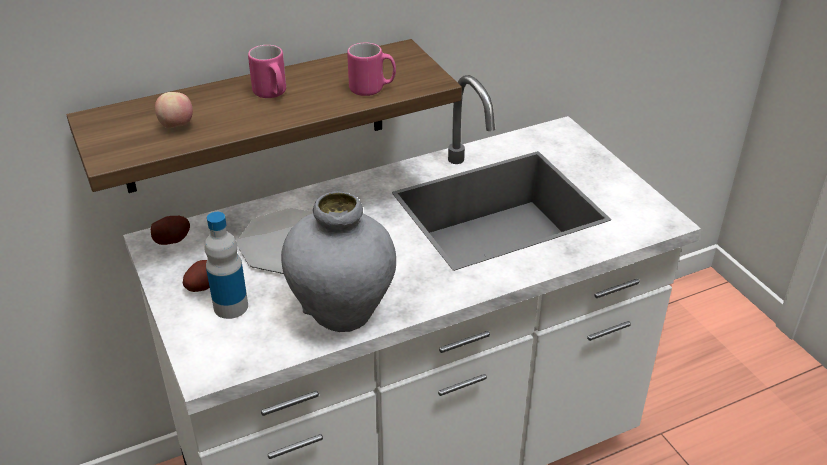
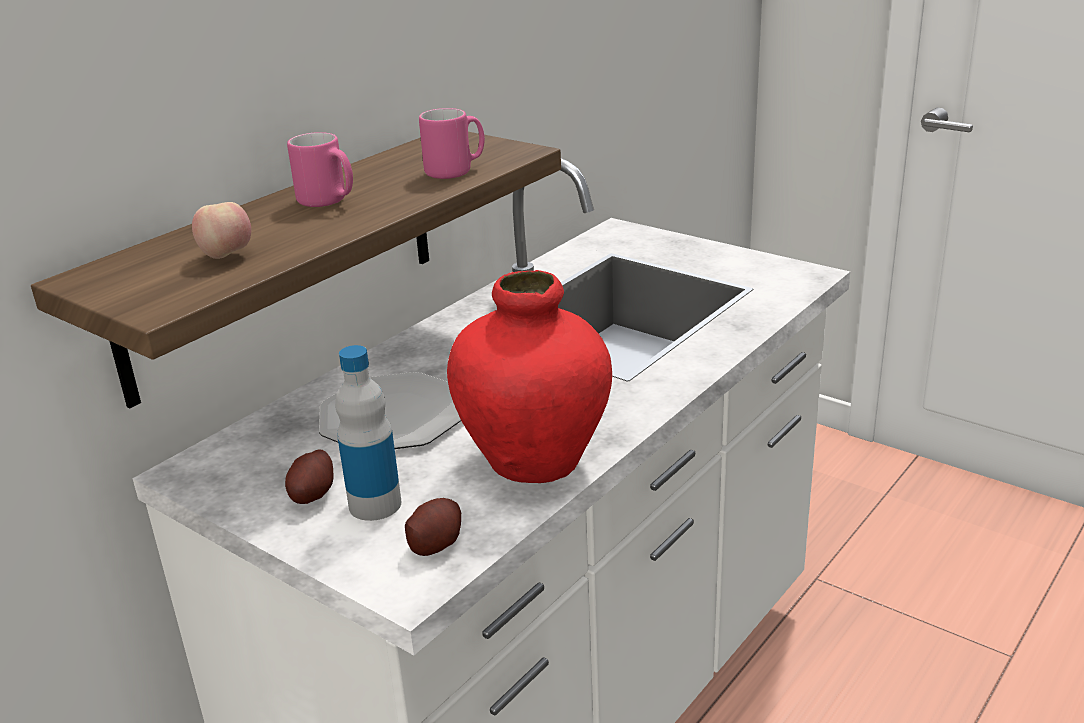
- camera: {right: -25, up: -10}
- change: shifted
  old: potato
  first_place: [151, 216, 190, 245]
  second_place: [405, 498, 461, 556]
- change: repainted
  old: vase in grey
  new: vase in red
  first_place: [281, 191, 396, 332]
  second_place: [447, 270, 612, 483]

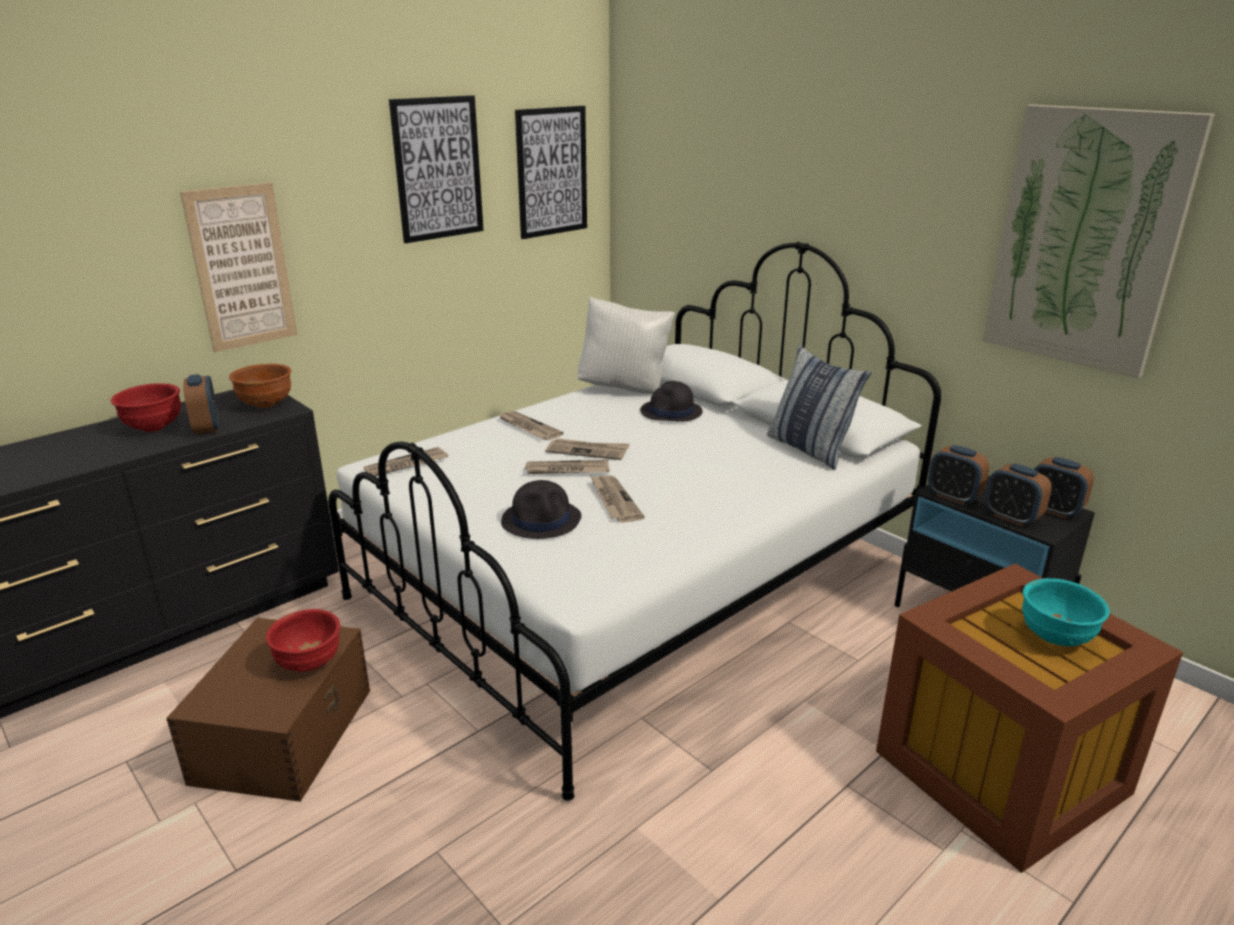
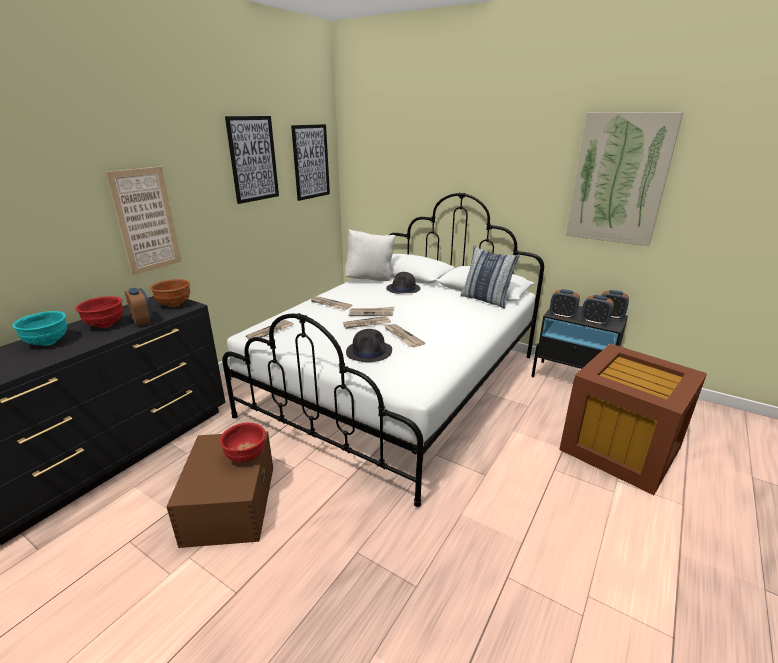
- camera: {right: -15, up: 0}
- change: shifted
  old: bowl in turquoise
  first_place: [1022, 578, 1110, 646]
  second_place: [13, 311, 67, 346]

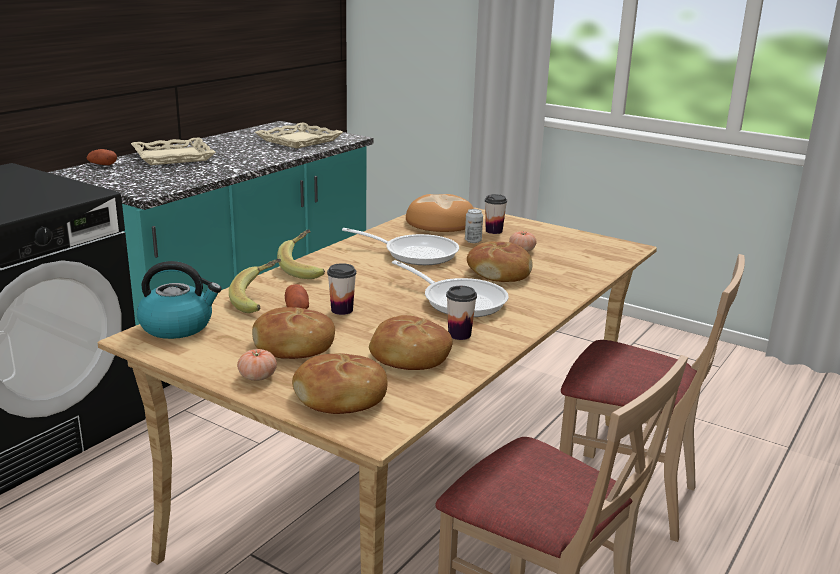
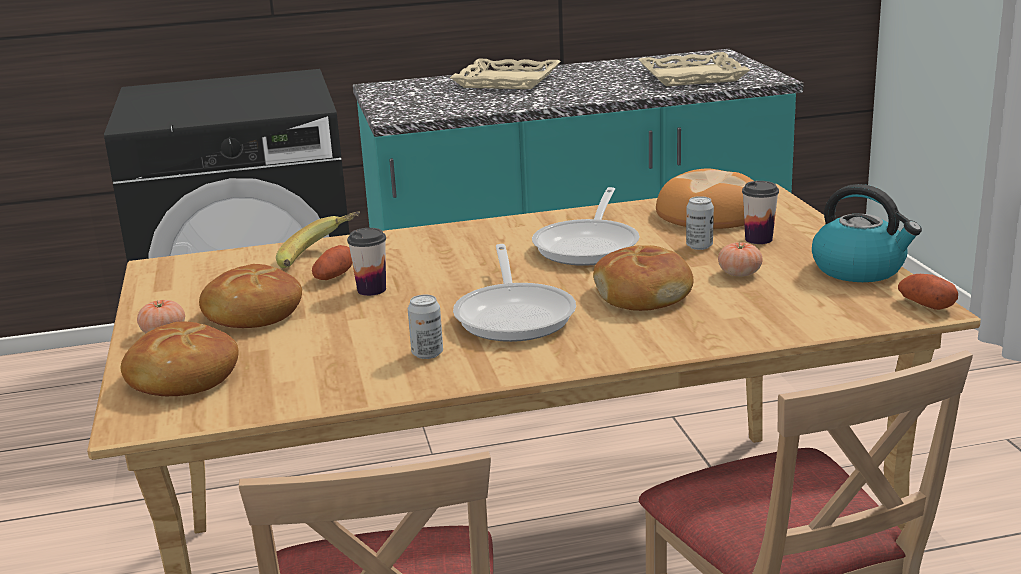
- camera: {right: 45, up: 0}
- change: gone
  old: banana
  first_place: [277, 229, 325, 279]
- change: gone
  old: bread
  first_place: [369, 315, 453, 370]
- change: shifted
  old: potato
  first_place: [87, 149, 117, 165]
  second_place: [898, 274, 958, 310]
- change: shifted
  old: kettle
  first_place: [137, 261, 222, 339]
  second_place: [812, 184, 922, 282]
- change: swapped
  old: cup
  new: can
  first_place: [446, 286, 477, 340]
  second_place: [408, 295, 443, 359]
- change: rotated
  old: frying pan
  first_place: [342, 228, 459, 265]
  second_place: [532, 187, 639, 266]
  degrees: 45

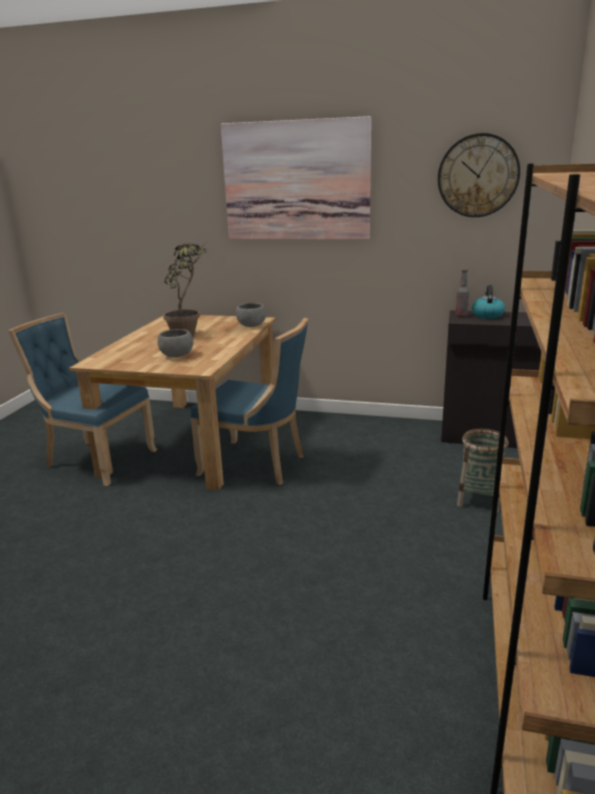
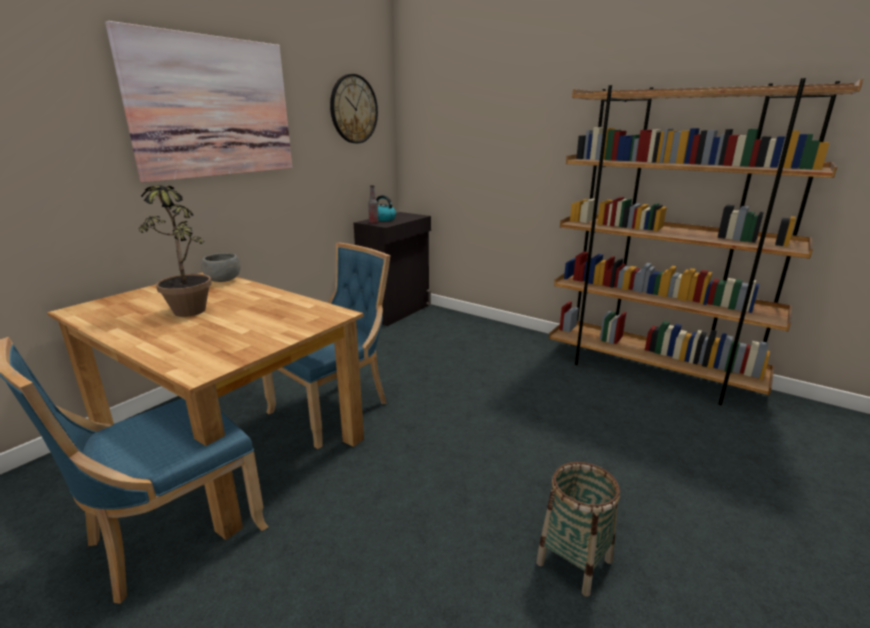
- camera: {right: -70, up: 0}
- change: gone
  old: bowl in grey
  first_place: [157, 329, 193, 357]
- change: shifted
  old: basket
  first_place: [457, 429, 508, 513]
  second_place: [536, 462, 620, 597]

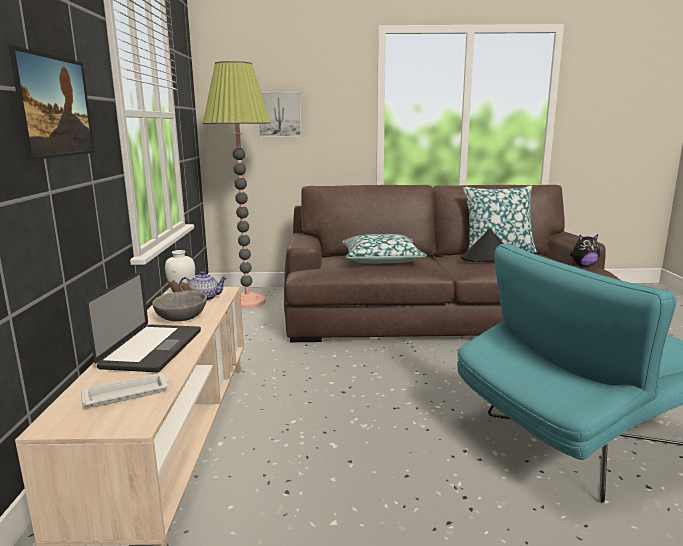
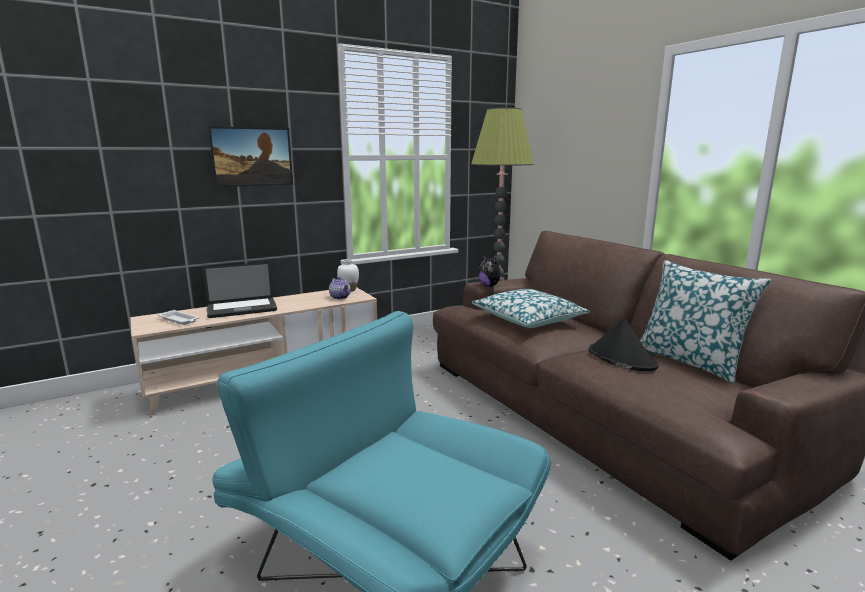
- camera: {right: 60, up: 0}
- change: gone
  old: bowl in grey
  first_place: [152, 290, 207, 321]
- change: gone
  old: picture
  first_place: [258, 92, 302, 137]
- change: shifted
  old: plush toy
  first_place: [570, 234, 600, 267]
  second_place: [478, 255, 505, 287]

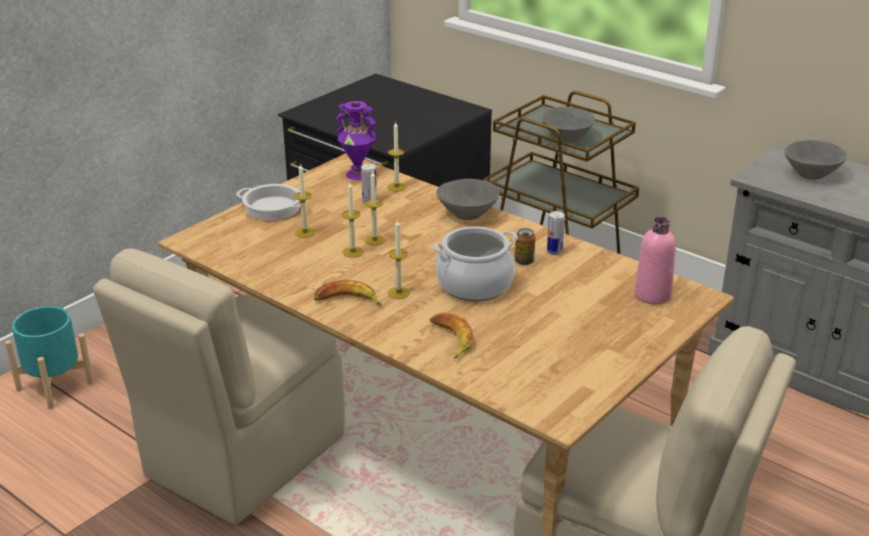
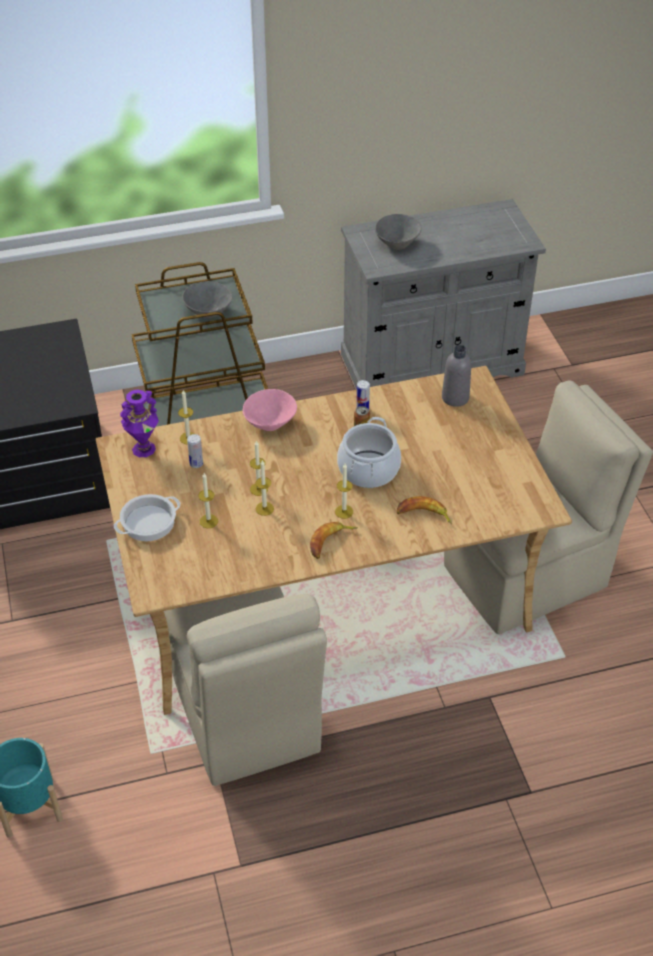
- camera: {right: -55, up: 15}
- change: repainted
  old: bowl in grey
  new: bowl in pink
  first_place: [436, 179, 499, 220]
  second_place: [243, 389, 297, 431]
- change: repainted
  old: bottle in pink
  new: bottle in grey
  first_place: [634, 217, 676, 305]
  second_place: [442, 345, 471, 407]

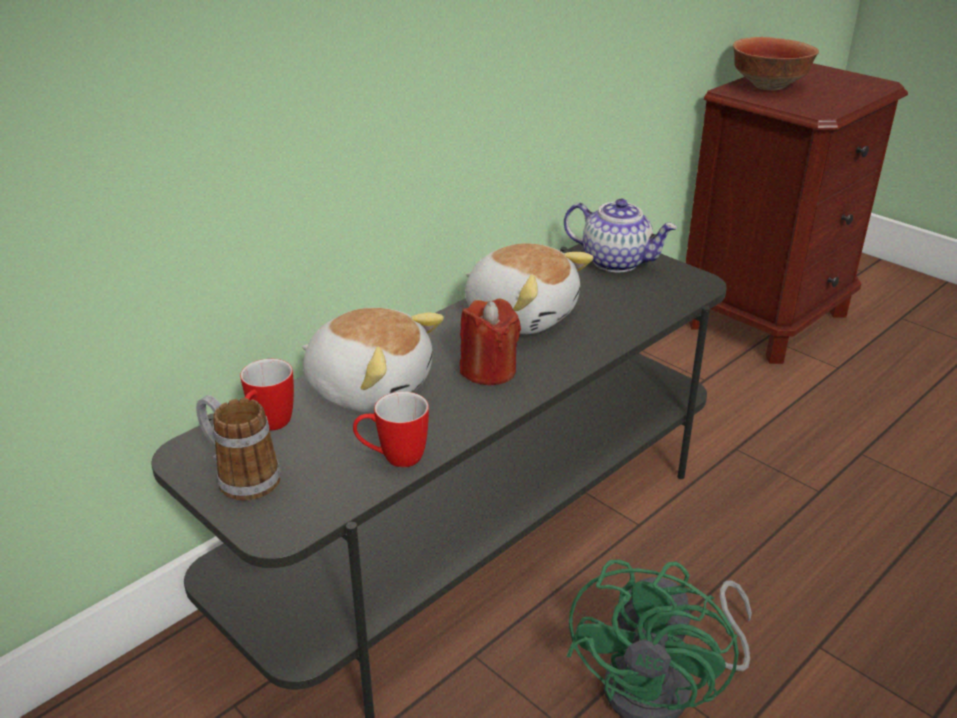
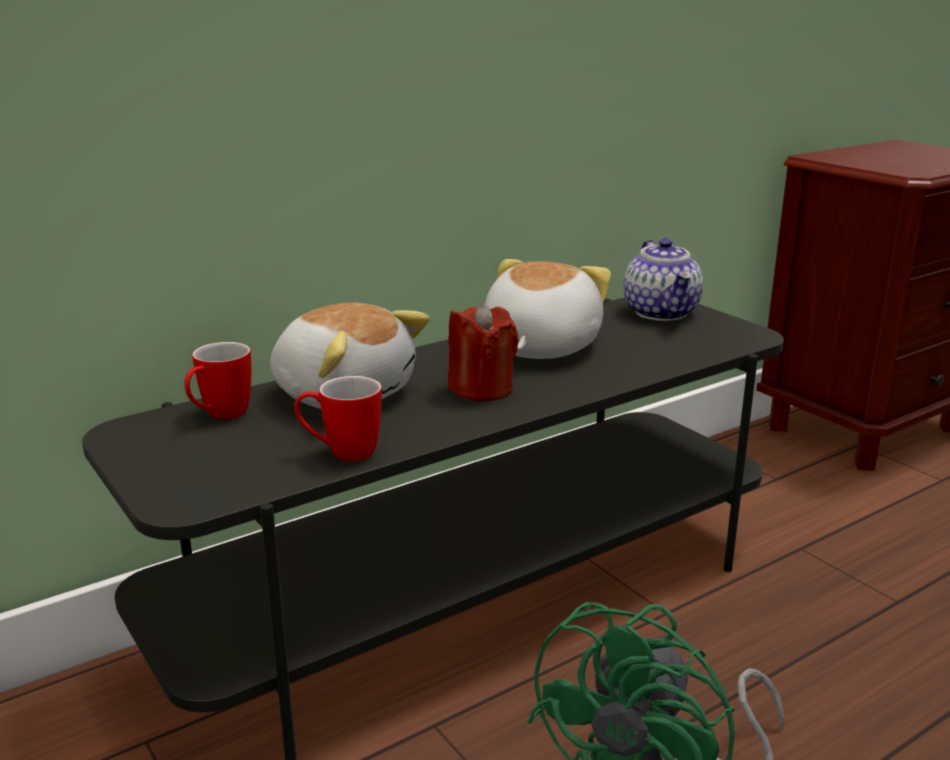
- camera: {right: 10, up: -10}
- change: gone
  old: mug
  first_place: [196, 395, 281, 501]
- change: gone
  old: bowl
  first_place: [733, 37, 819, 91]
- change: rotated
  old: plush toy
  first_place: [465, 243, 593, 334]
  second_place: [485, 259, 611, 359]
  degrees: -120
- change: rotated
  old: teapot
  first_place: [564, 199, 678, 272]
  second_place: [624, 238, 703, 321]
  degrees: 45

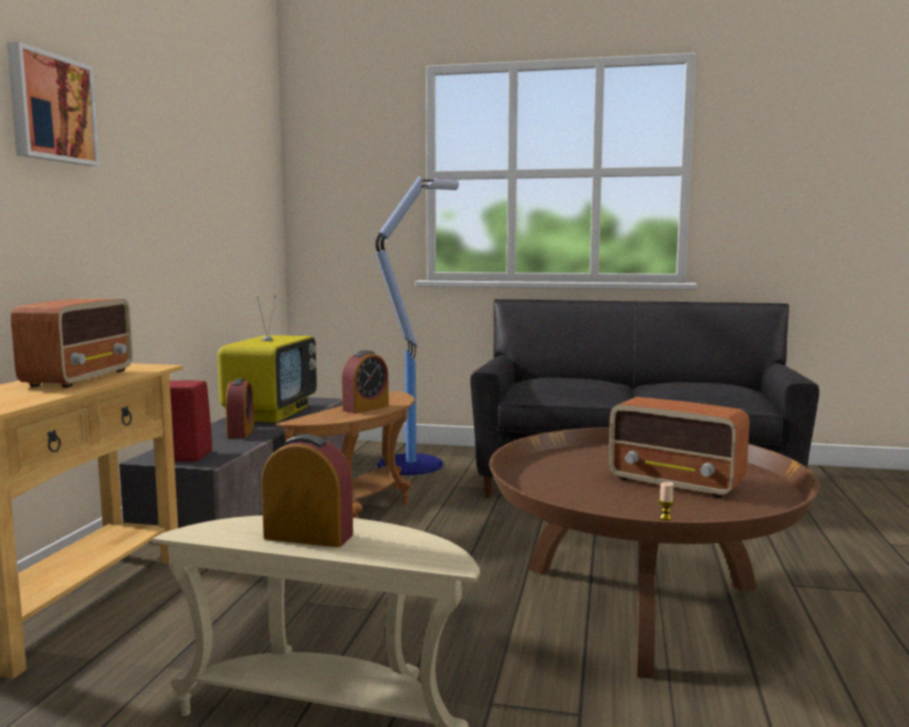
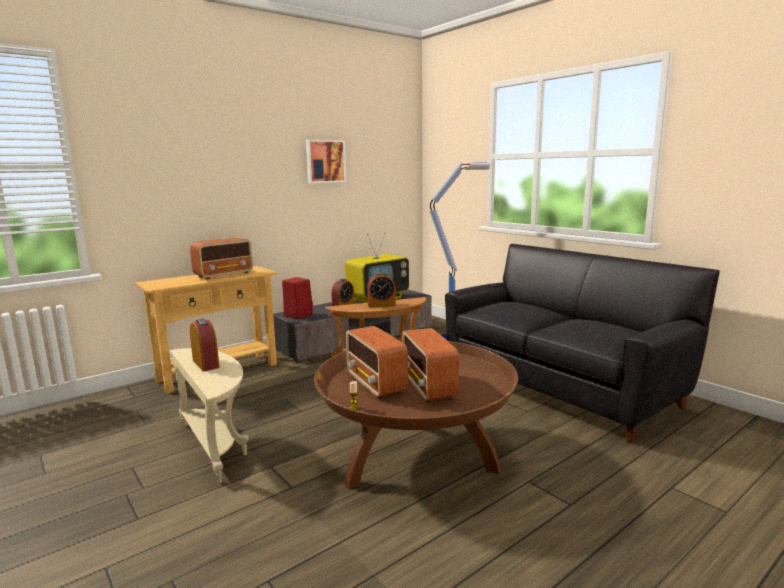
- camera: {right: 40, up: 5}
- change: new
  new: radio
  second_place: [346, 326, 408, 398]
- change: shifted
  old: picture
  first_place: [7, 42, 99, 166]
  second_place: [306, 139, 346, 183]

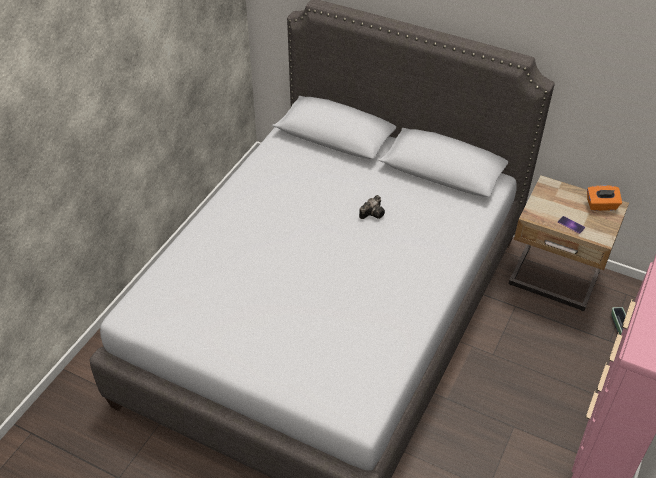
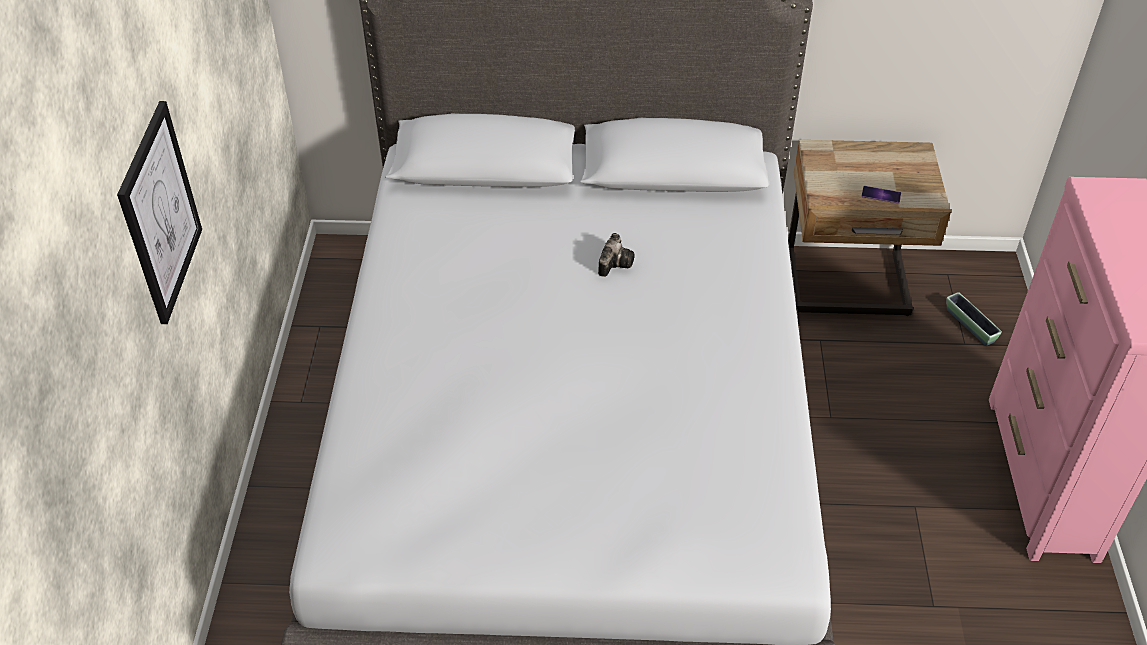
- camera: {right: -25, up: 0}
- change: gone
  old: tissue box in orange
  first_place: [587, 185, 622, 211]
- change: new
  new: picture
  second_place: [117, 101, 202, 324]

